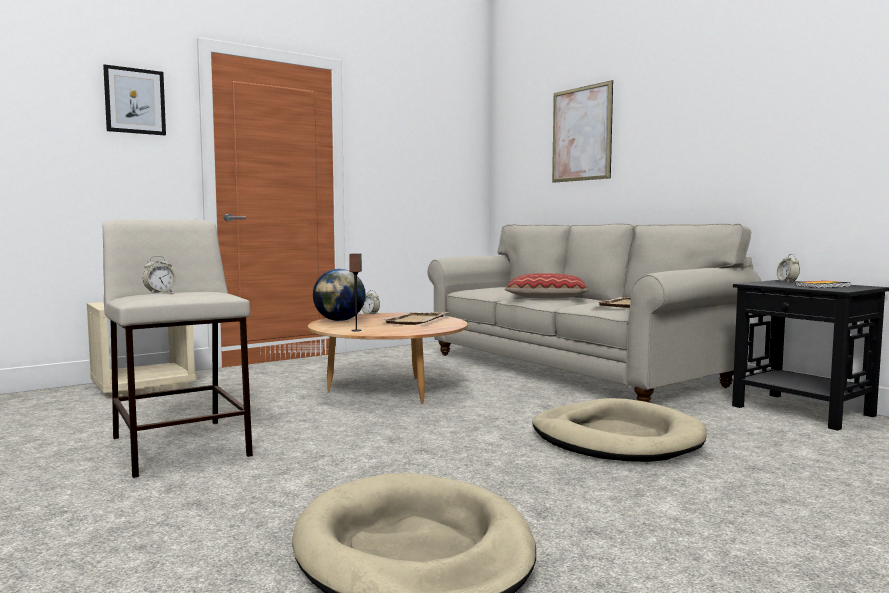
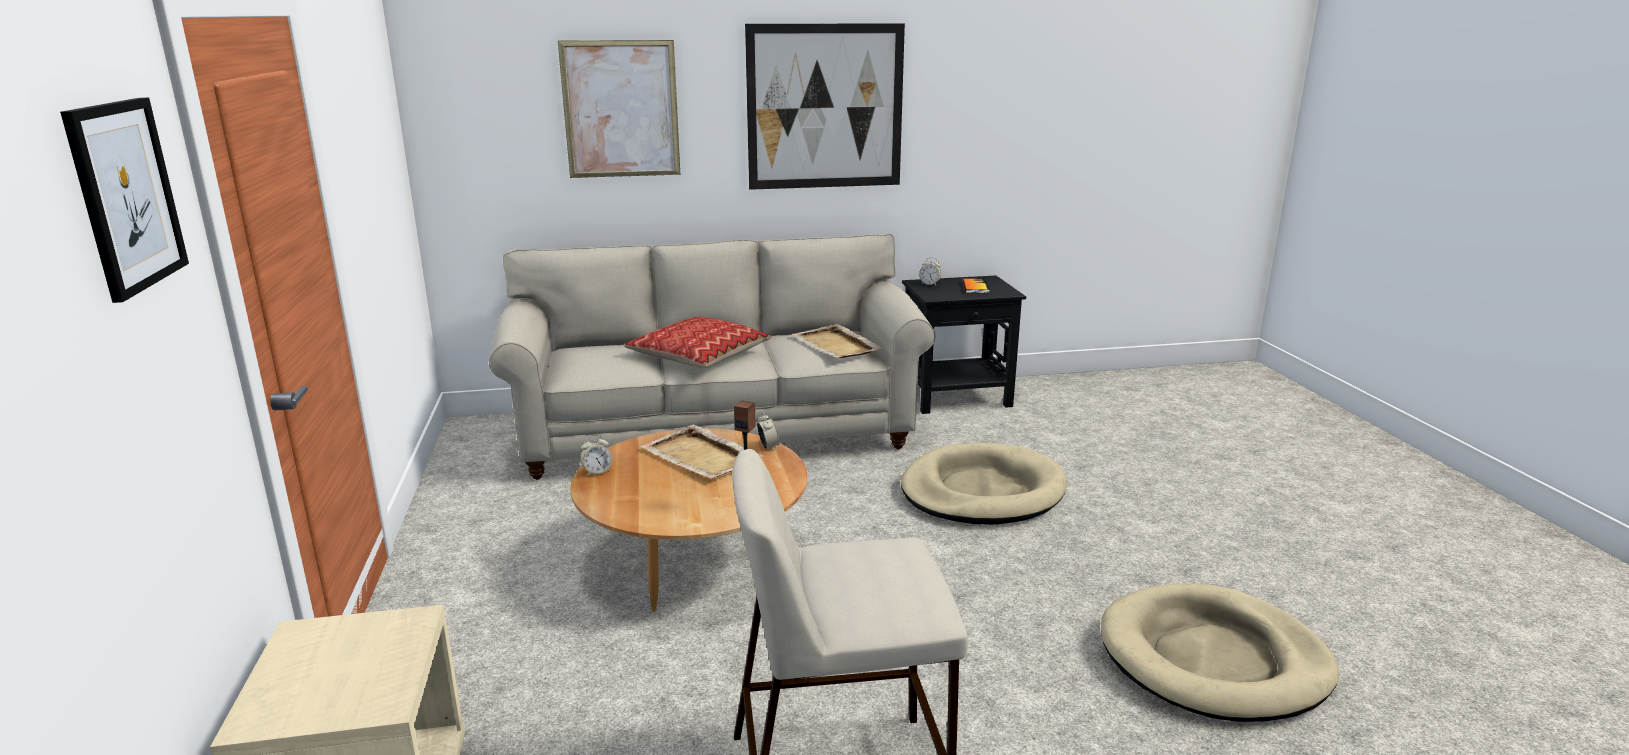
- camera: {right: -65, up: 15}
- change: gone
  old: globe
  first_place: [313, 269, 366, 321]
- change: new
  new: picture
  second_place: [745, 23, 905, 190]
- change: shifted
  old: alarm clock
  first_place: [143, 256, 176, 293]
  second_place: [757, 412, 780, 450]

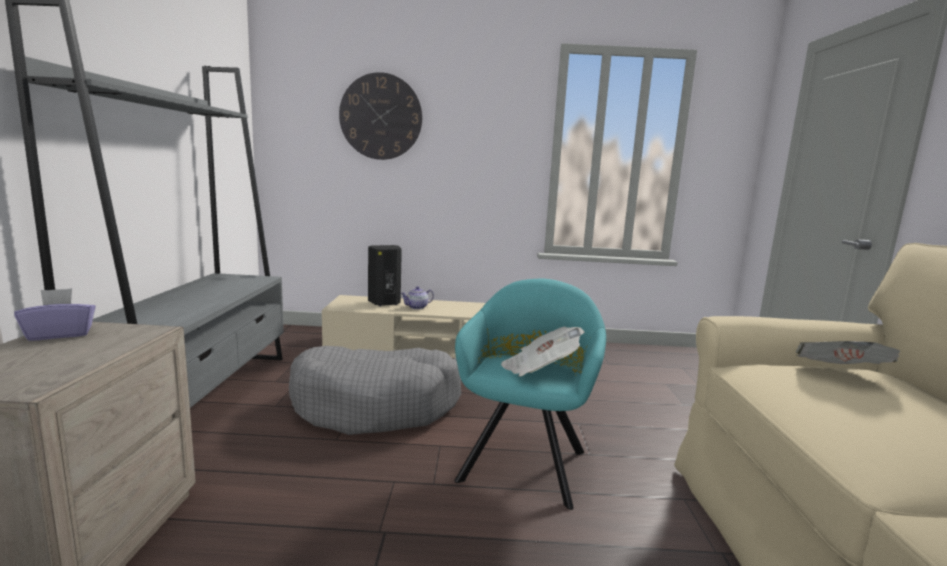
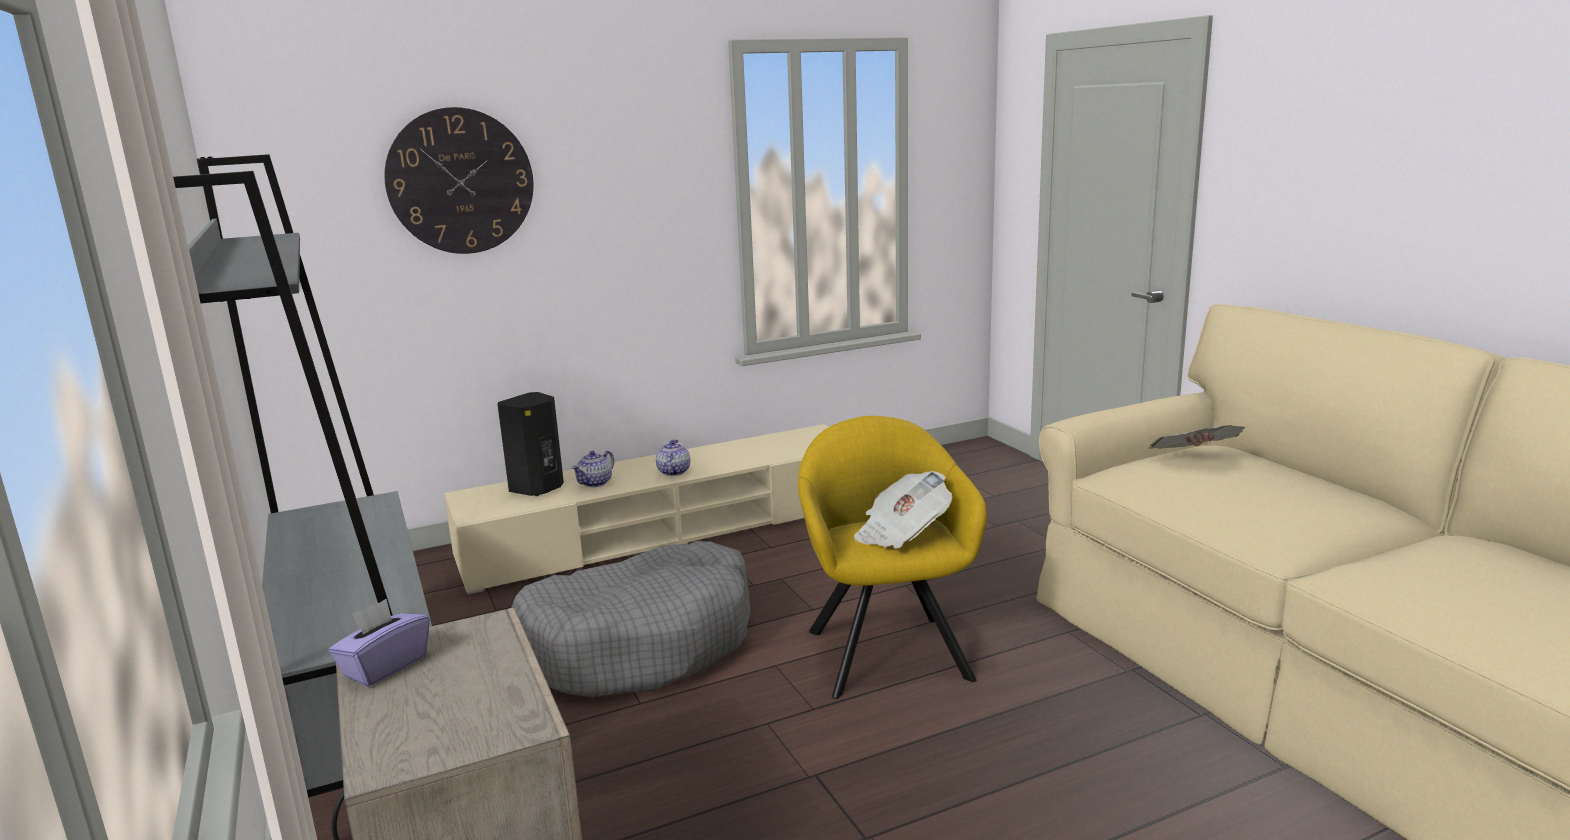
- camera: {right: -25, up: 5}
- change: new
  new: teapot
  second_place: [656, 439, 690, 476]
- change: repainted
  old: armchair in turquoise
  new: armchair in yellow
  first_place: [454, 279, 606, 510]
  second_place: [798, 416, 987, 699]

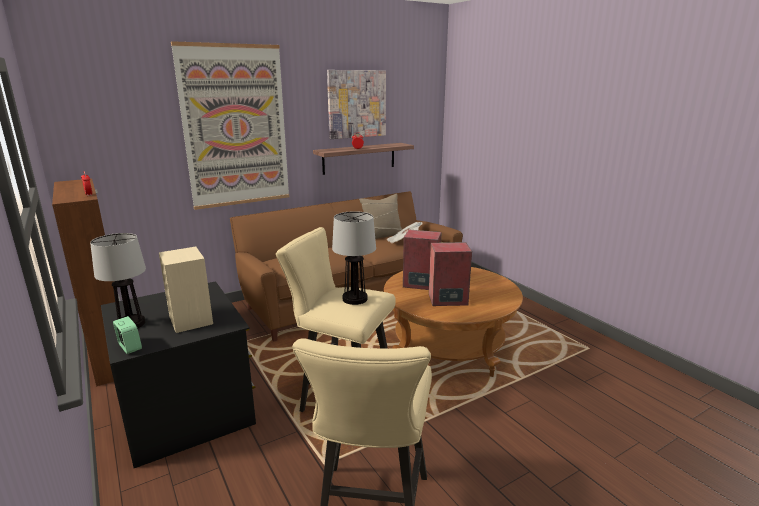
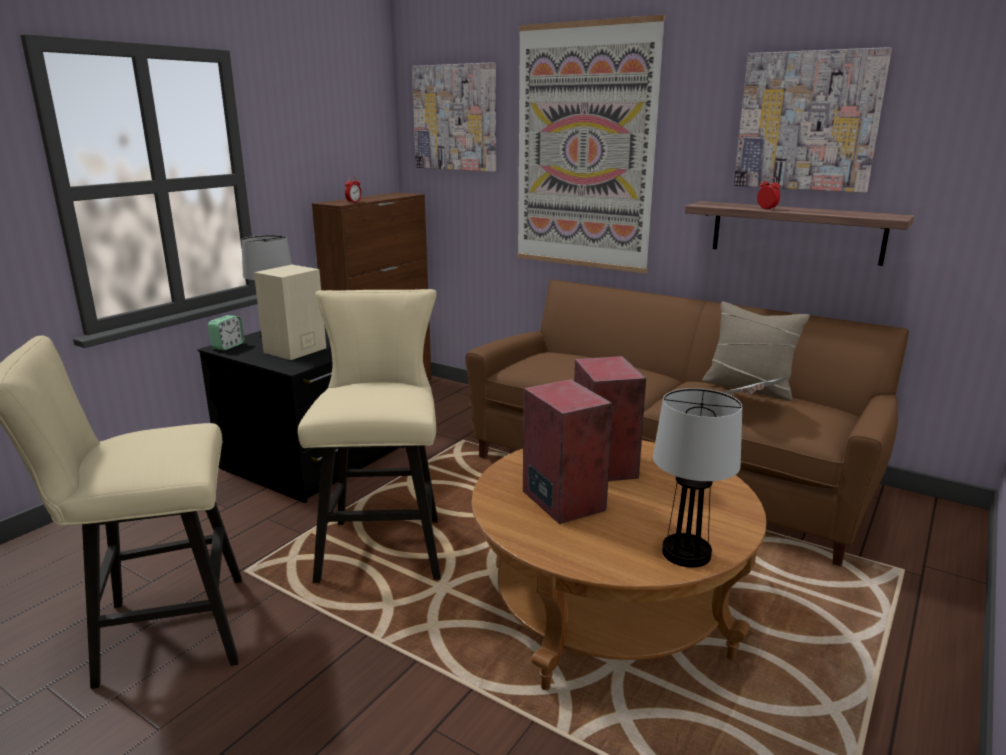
- camera: {right: 65, up: 0}
- change: new
  new: picture
  second_place: [412, 62, 496, 172]
- change: shifted
  old: table lamp
  first_place: [332, 211, 376, 305]
  second_place: [653, 388, 742, 568]

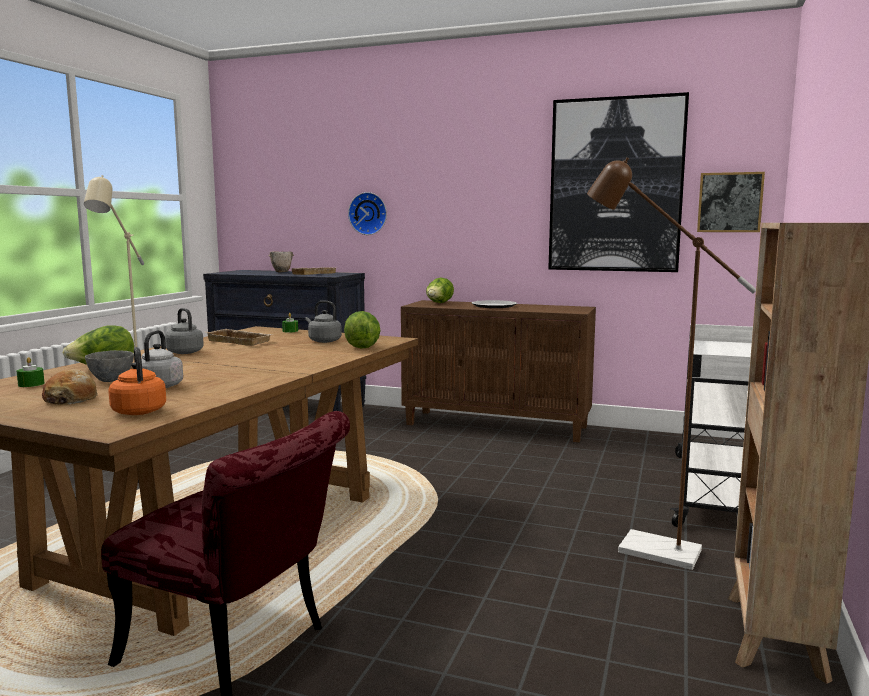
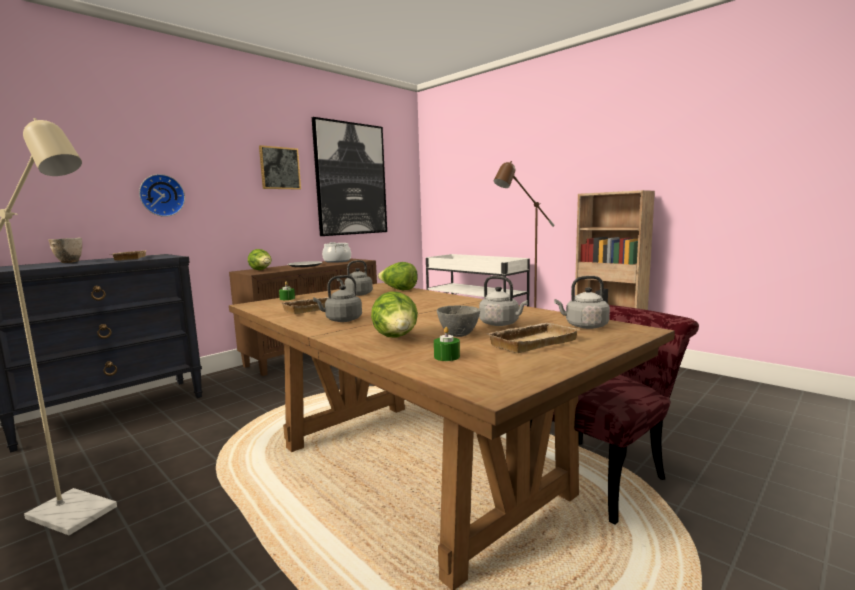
- camera: {right: -65, up: 0}
- change: new
  new: cooking pot
  second_place: [322, 242, 351, 263]
- change: shifted
  old: picture
  first_place: [697, 172, 765, 232]
  second_place: [259, 145, 301, 190]
- change: swapped
  old: bread
  new: tray in beige
  first_place: [42, 369, 98, 405]
  second_place: [485, 323, 580, 353]
- change: repainted
  old: kettle in orange
  new: kettle in grey
  first_place: [108, 347, 166, 415]
  second_place: [554, 276, 610, 329]

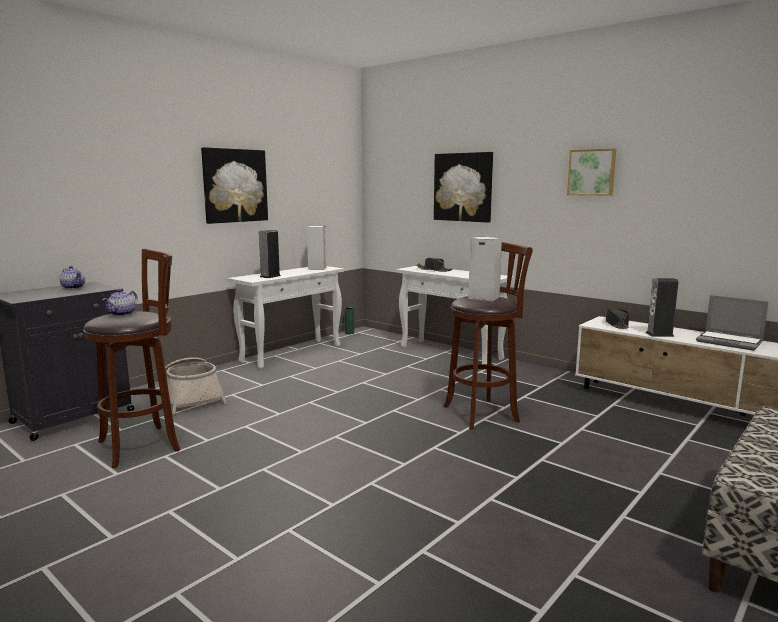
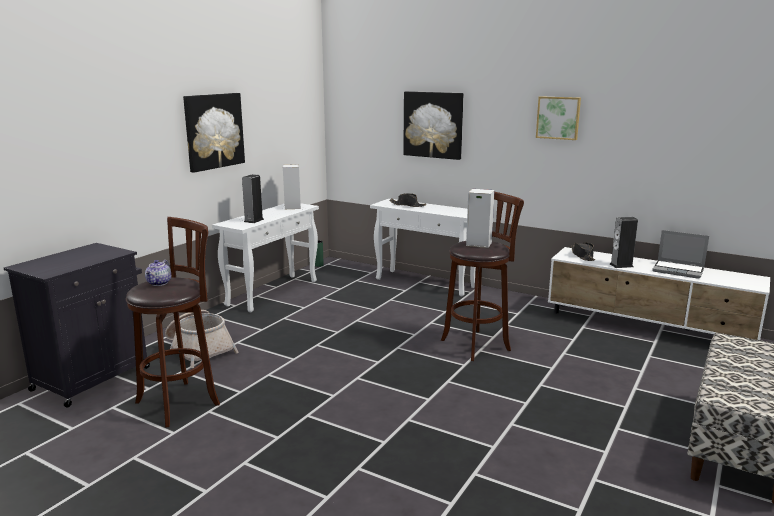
- camera: {right: -10, up: 5}
- change: gone
  old: teapot
  first_place: [59, 266, 85, 289]

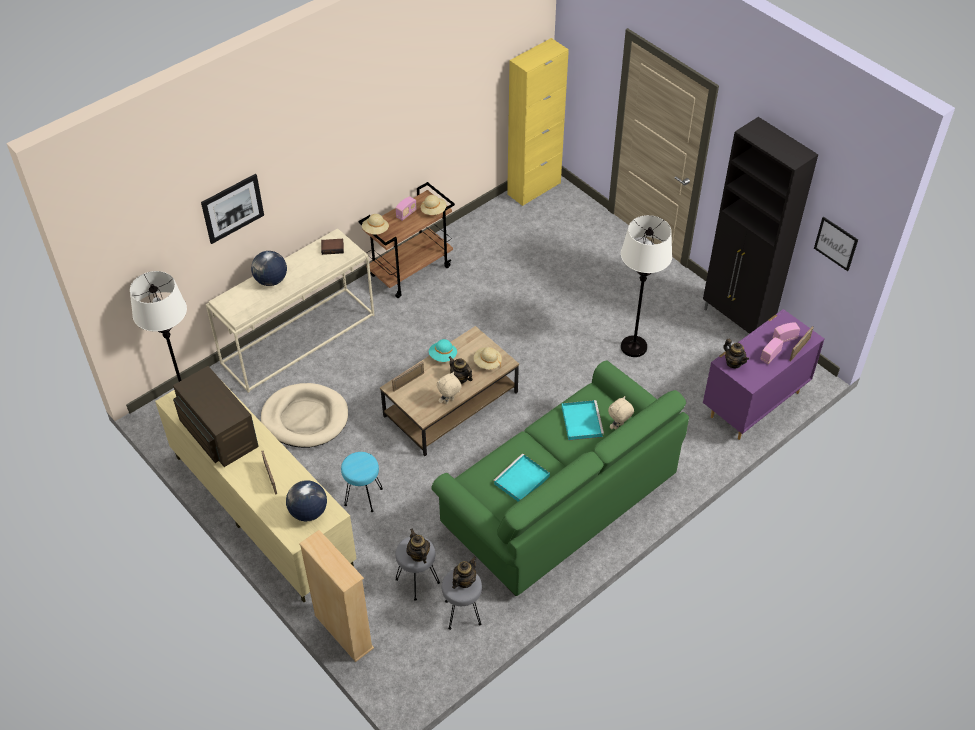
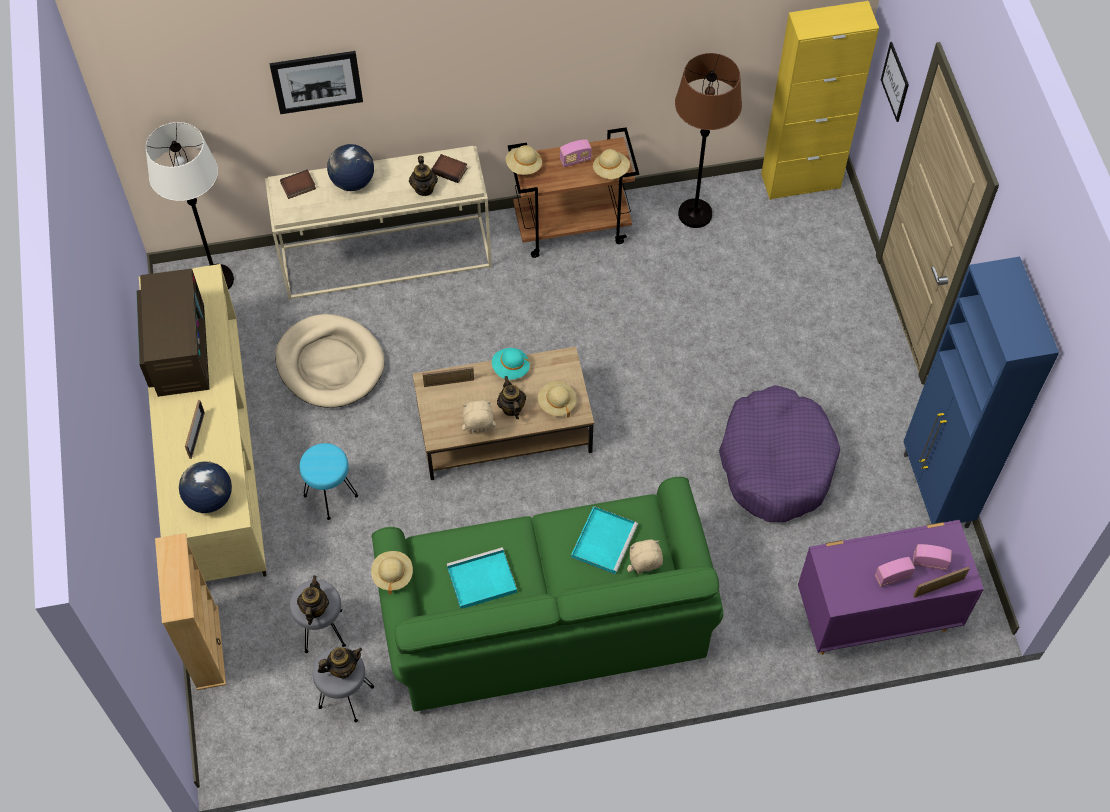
- camera: {right: 30, up: 10}
- change: new
  new: book
  second_place: [280, 170, 316, 199]
- change: new
  new: hat in beige
  second_place: [371, 551, 413, 594]
- change: new
  new: floor lamp in brown
  second_place: [675, 53, 742, 228]
- change: shifted
  old: teapot
  first_place: [723, 339, 749, 368]
  second_place: [409, 156, 438, 196]
- change: shifted
  old: picture
  first_place: [814, 217, 858, 271]
  second_place: [881, 42, 909, 122]
- change: swapped
  old: floor lamp in white
  new: dog bed in purple
  first_place: [621, 215, 672, 357]
  second_place: [719, 385, 840, 522]
- change: repainted
  old: cabinet in black
  new: cabinet in blue
  first_place: [703, 117, 818, 334]
  second_place: [903, 257, 1059, 528]

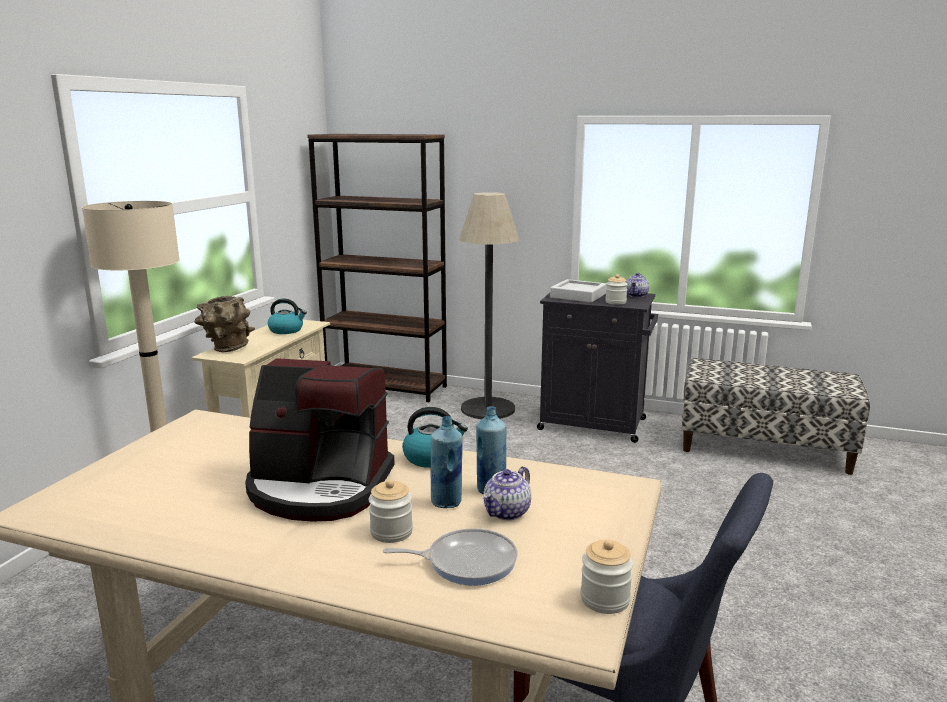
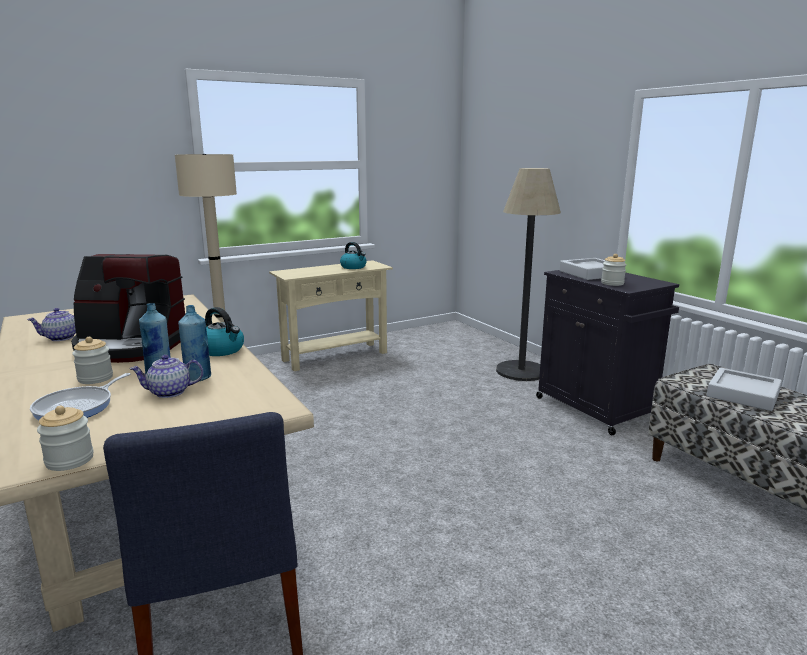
- camera: {right: 40, up: 0}
- change: gone
  old: vase in brown
  first_place: [194, 296, 255, 353]
- change: gone
  old: bookcase in brown
  first_place: [307, 134, 447, 402]
- change: new
  new: tray in grey
  second_place: [707, 368, 782, 411]
- change: shifted
  old: teapot
  first_place: [626, 273, 649, 297]
  second_place: [27, 308, 76, 341]
- change: rotated
  old: coffee machine
  first_place: [245, 358, 395, 522]
  second_place: [71, 254, 185, 363]
  degrees: -45
- change: rotated
  old: frying pan
  first_place: [383, 528, 518, 586]
  second_place: [30, 373, 130, 420]
  degrees: 75

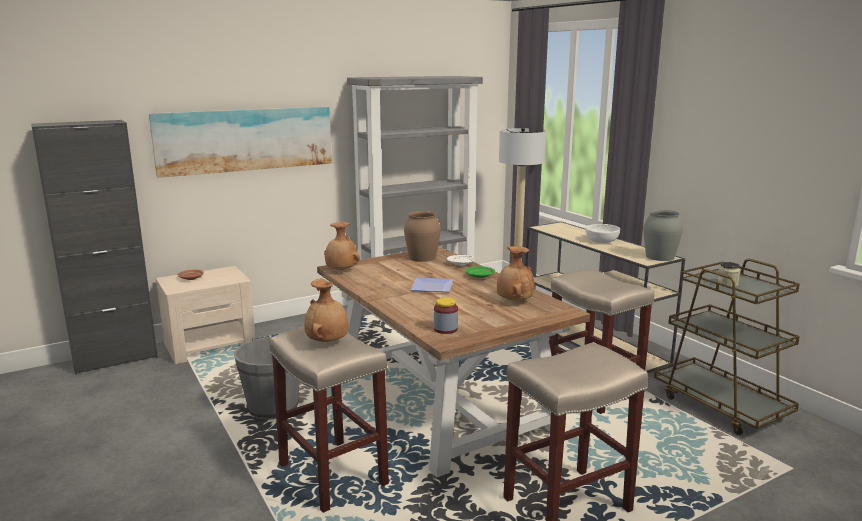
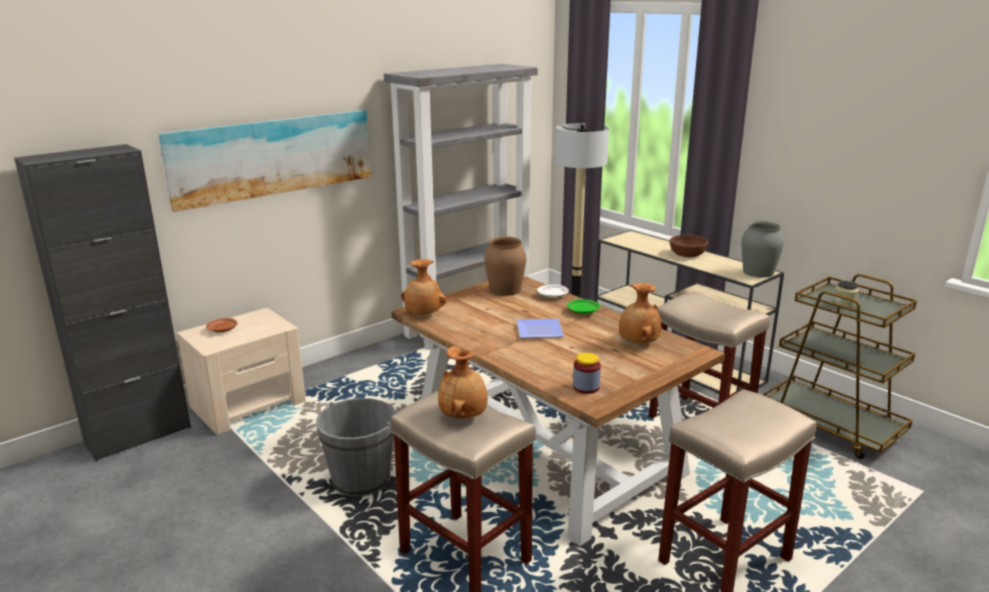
- camera: {right: -10, up: 5}
- change: repainted
  old: bowl in white
  new: bowl in brown
  first_place: [585, 224, 620, 243]
  second_place: [670, 235, 708, 257]

